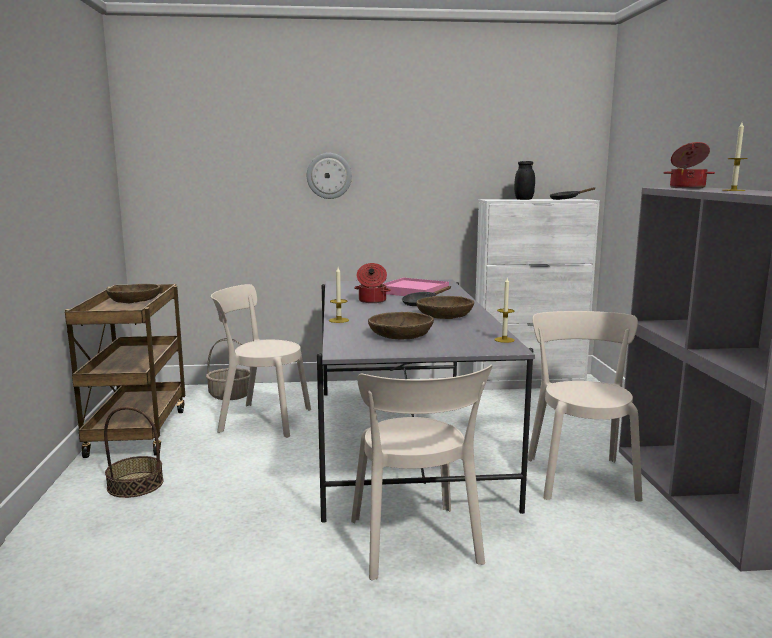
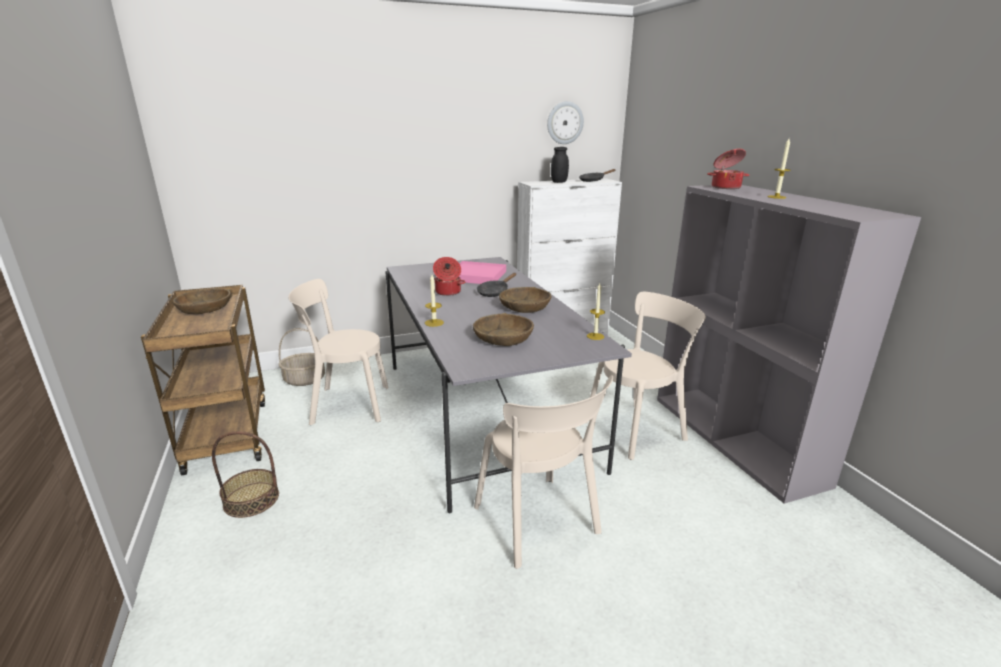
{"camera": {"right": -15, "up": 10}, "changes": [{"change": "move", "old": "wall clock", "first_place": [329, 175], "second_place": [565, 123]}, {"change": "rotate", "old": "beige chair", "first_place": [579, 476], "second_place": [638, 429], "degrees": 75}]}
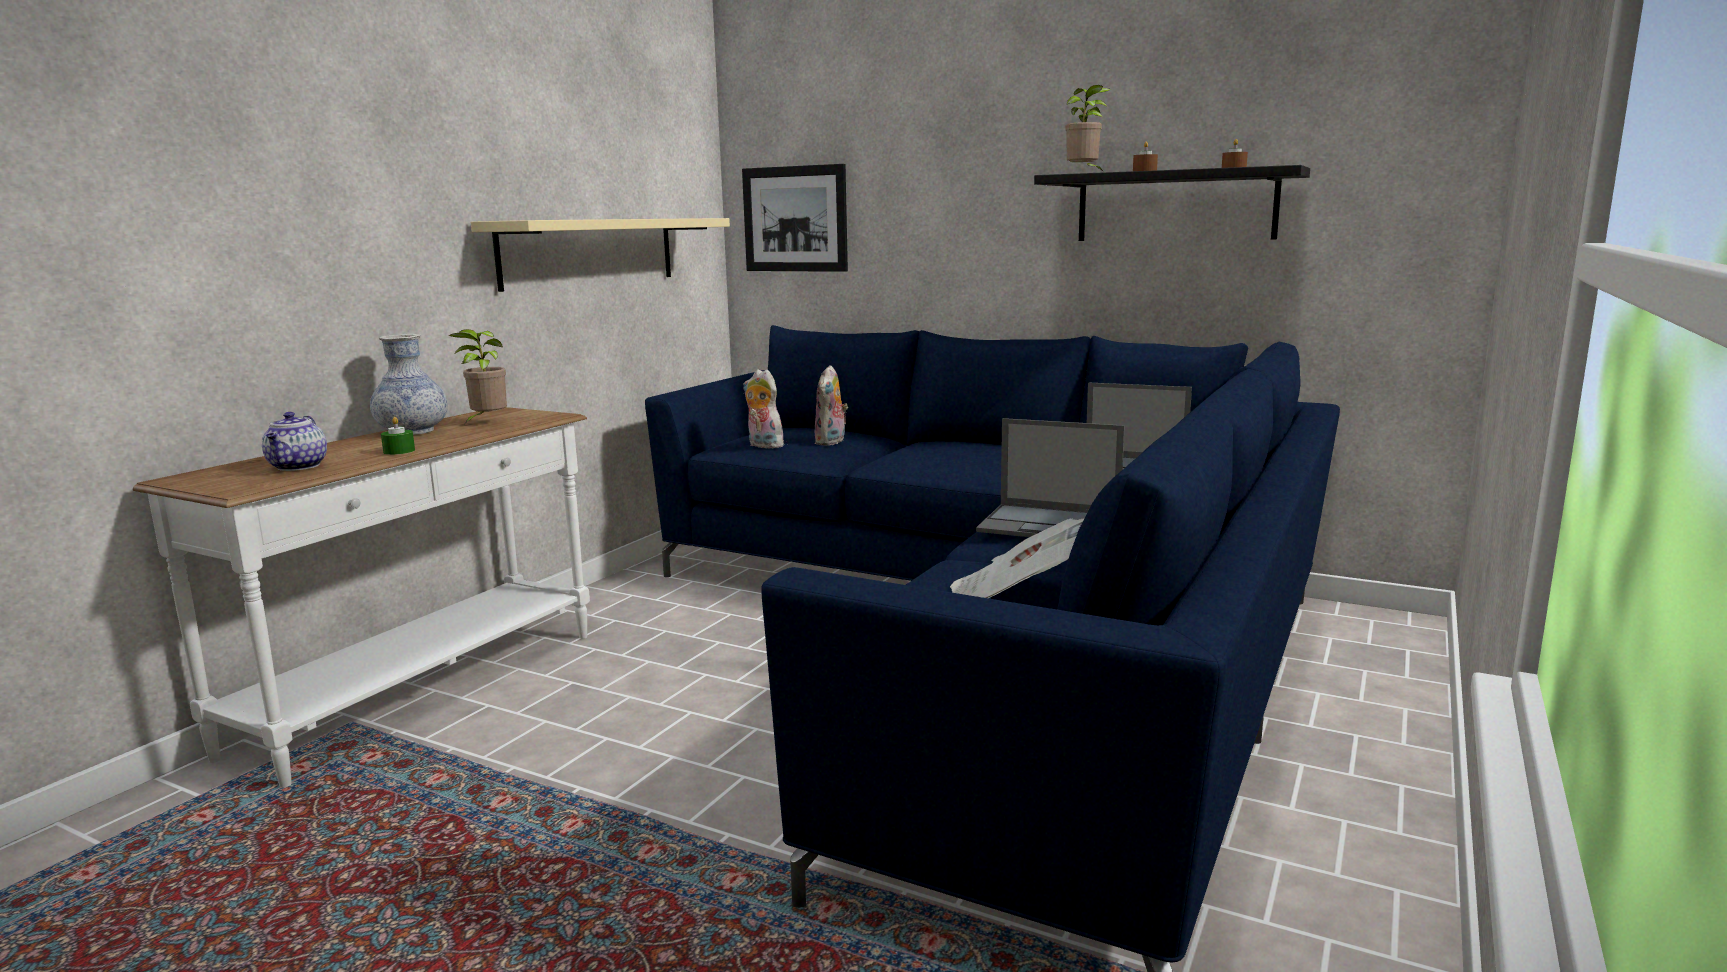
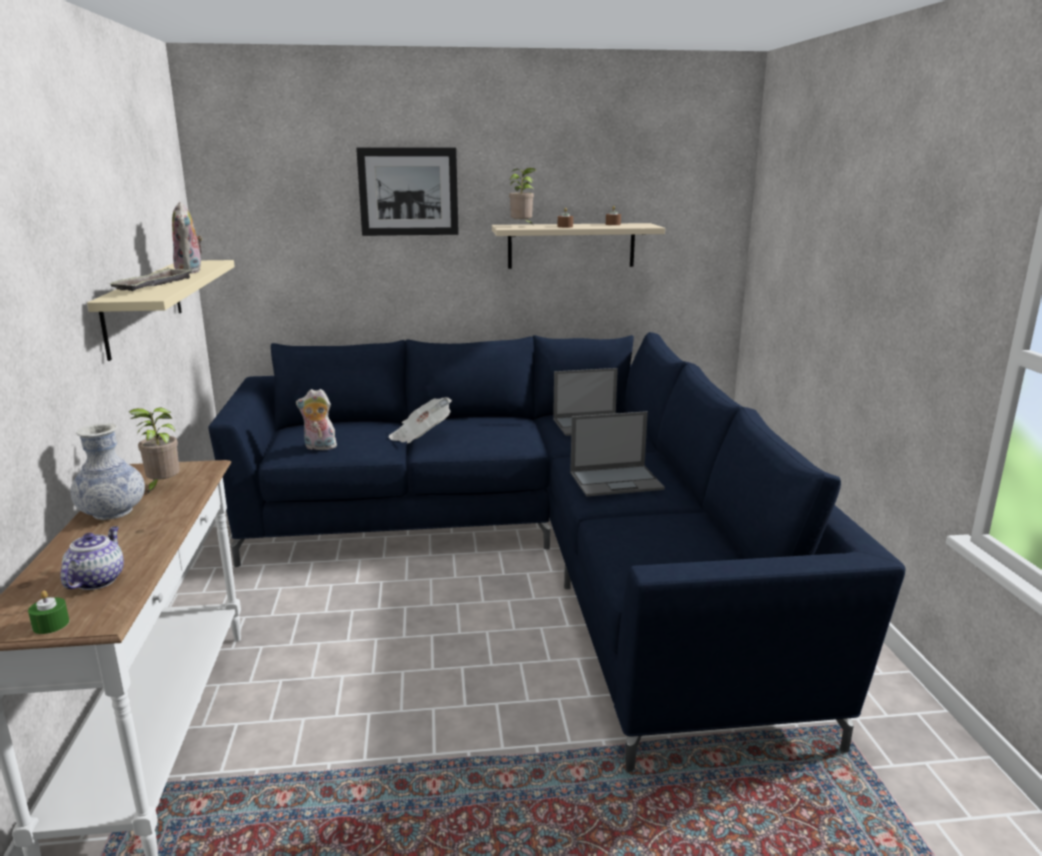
{"camera": {"right": -35, "up": 5}, "changes": [{"change": "rotate", "old": "teapot", "first_place": [298, 467], "second_place": [97, 580], "degrees": -135}, {"change": "move", "old": "green candle", "first_place": [399, 451], "second_place": [51, 624]}, {"change": "move", "old": "picture", "first_place": [795, 219], "second_place": [408, 192]}, {"change": "move", "old": "plush toy", "first_place": [831, 442], "second_place": [191, 271]}, {"change": "move", "old": "newspaper", "first_place": [1017, 597], "second_place": [421, 436]}, {"change": "recolor", "old": "black shelf", "new": "beige shelf", "first_place": [1175, 206], "second_place": [571, 245]}, {"change": "insert", "new": "tray", "second_place": [154, 286]}]}
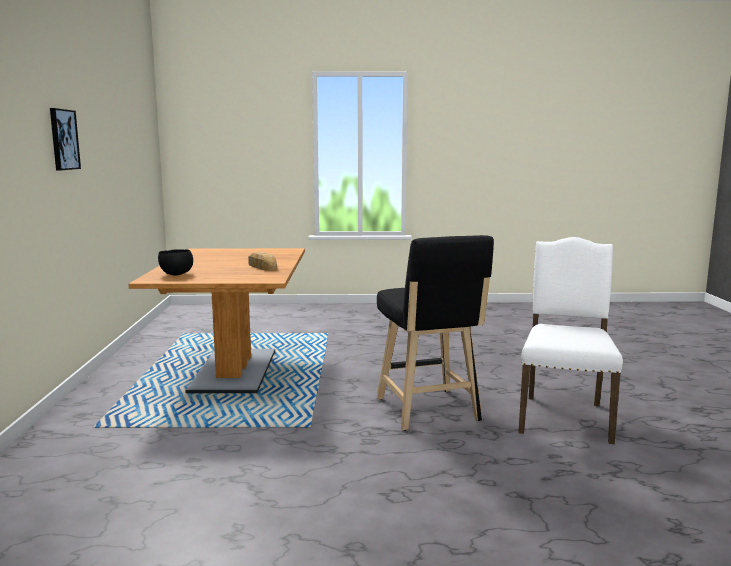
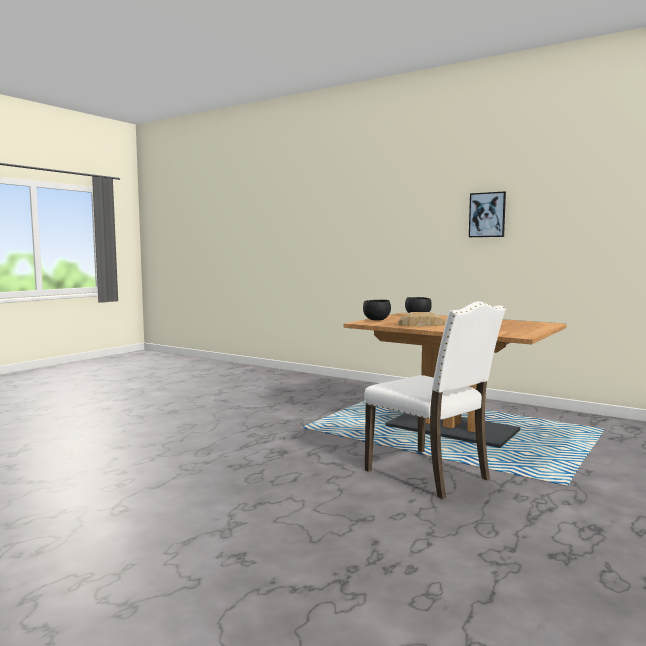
{"camera": {"right": 125, "up": -5}, "changes": [{"change": "delete", "old": "black stool", "first_place": [429, 412]}, {"change": "move", "old": "white chair", "first_place": [564, 417], "second_place": [430, 474]}, {"change": "insert", "new": "black bowl", "second_place": [376, 320]}]}
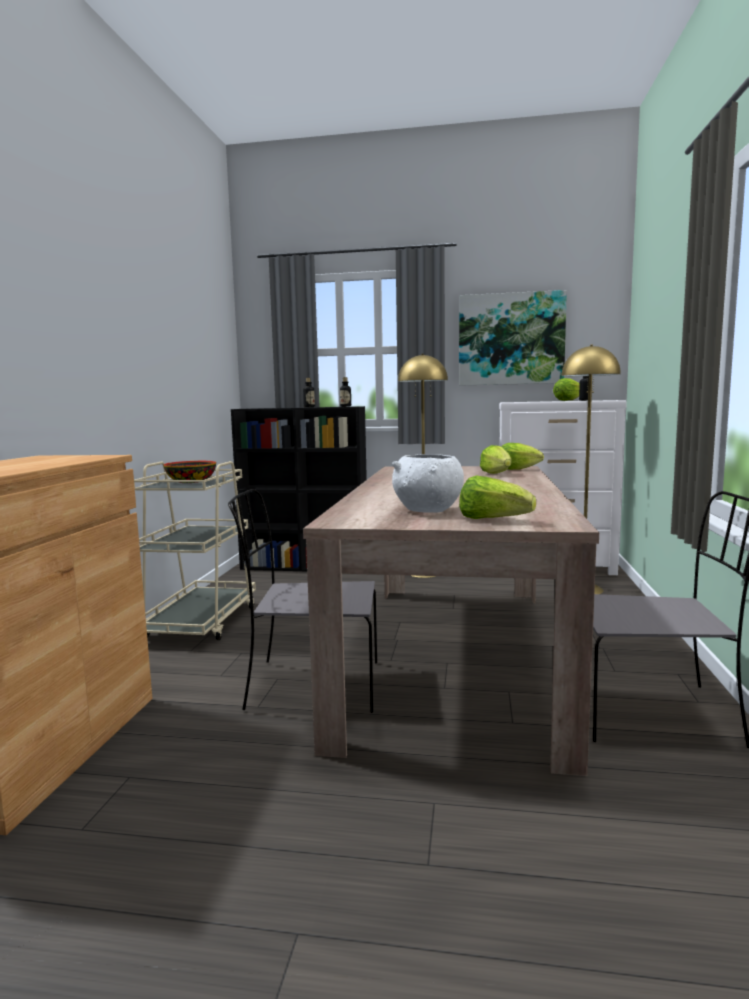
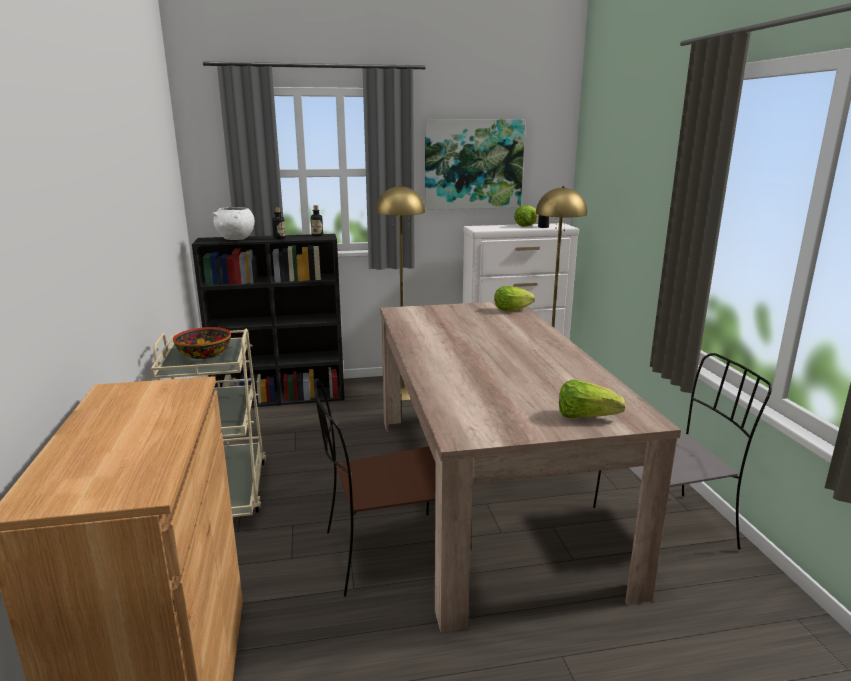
{"camera": {"right": -20, "up": 10}, "changes": [{"change": "recolor", "old": "grey chair", "new": "brown chair", "first_place": [310, 685], "second_place": [386, 553]}, {"change": "move", "old": "white bowl", "first_place": [428, 511], "second_place": [236, 239]}, {"change": "delete", "old": "lettuce", "first_place": [496, 474]}]}
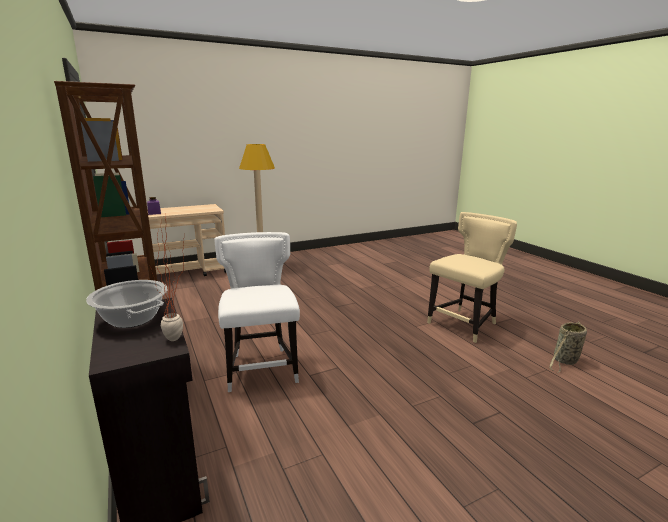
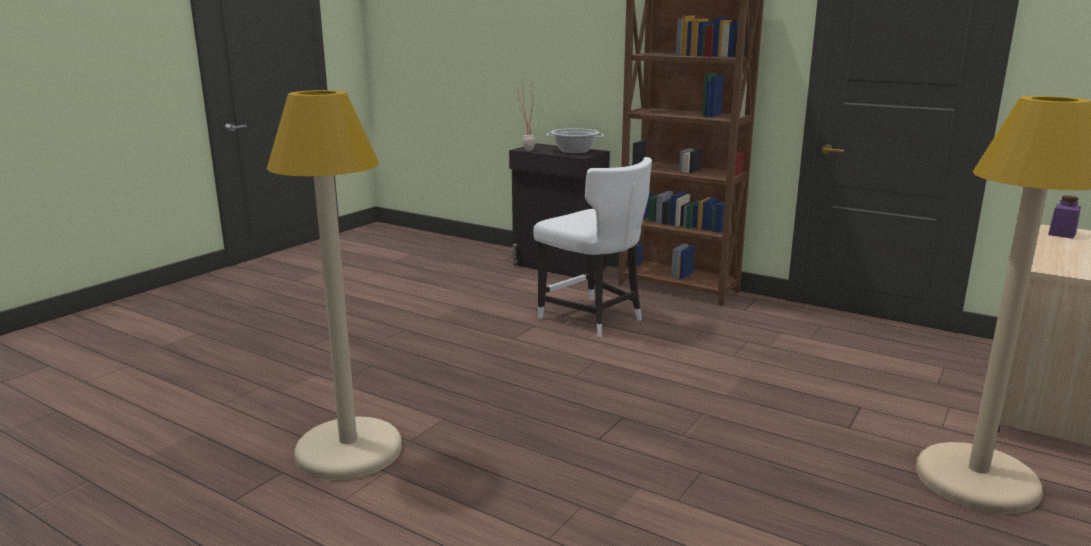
{"camera": {"right": 150, "up": 0}, "changes": [{"change": "replace", "old": "beige chair", "new": "beige floor lamp", "first_place": [464, 324], "second_place": [348, 450]}, {"change": "delete", "old": "basket", "first_place": [564, 361]}]}
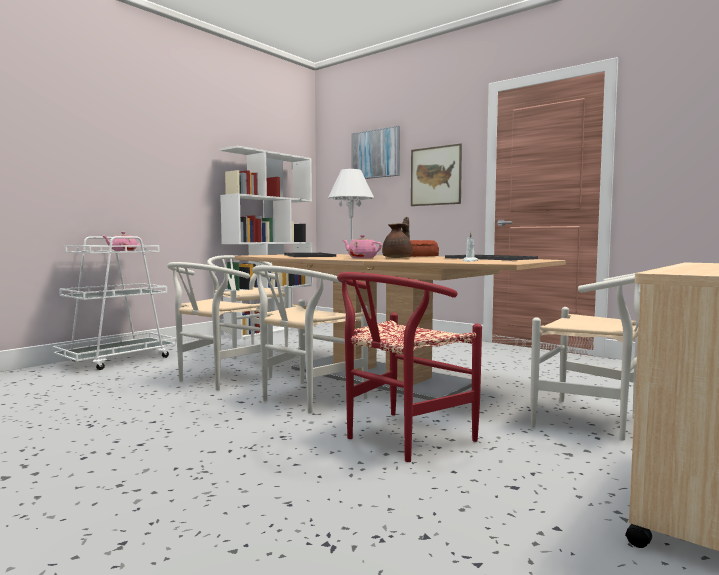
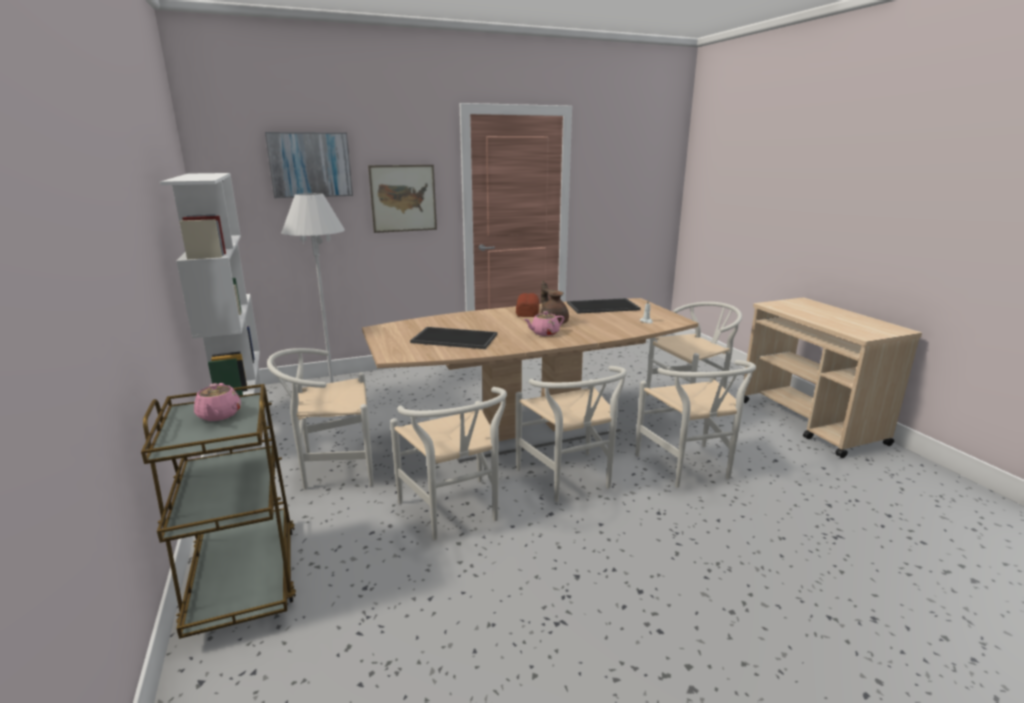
{"camera": {"right": -60, "up": 15}, "changes": [{"change": "recolor", "old": "white cart", "new": "brown cart", "first_place": [118, 359], "second_place": [244, 578]}, {"change": "recolor", "old": "red chair", "new": "white chair", "first_place": [400, 439], "second_place": [689, 469]}]}
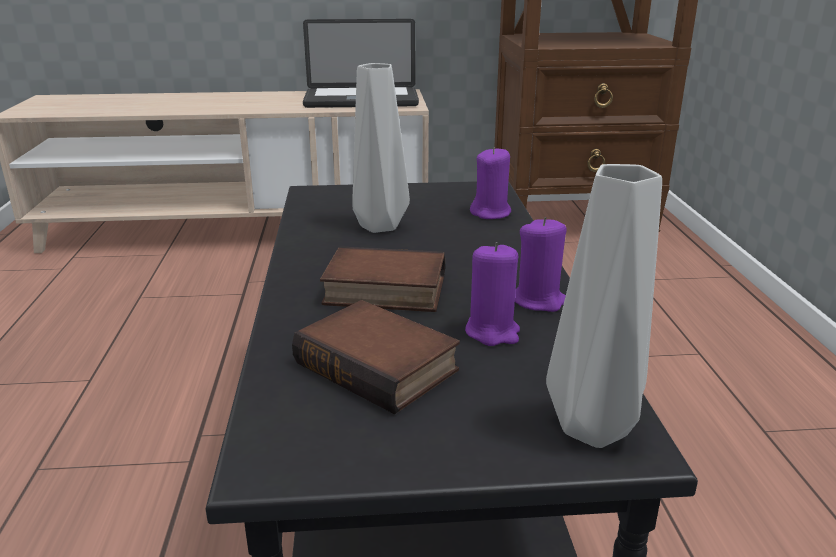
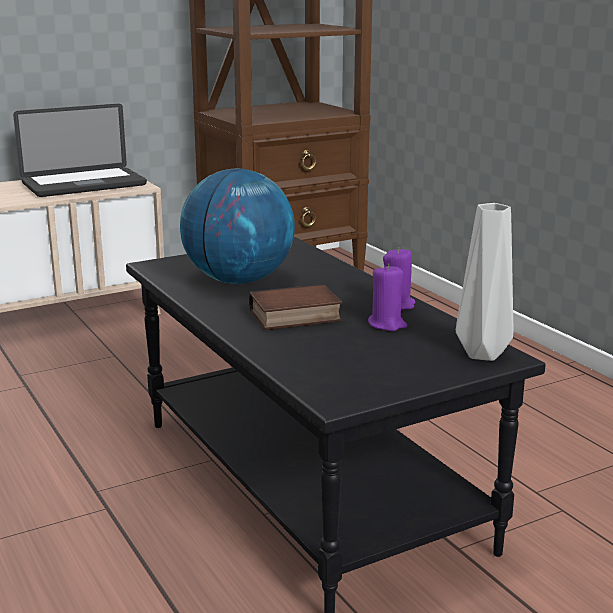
{"camera": {"right": -25, "up": -5}, "changes": [{"change": "delete", "old": "book", "first_place": [381, 366]}, {"change": "replace", "old": "grey vase", "new": "globe", "first_place": [377, 227], "second_place": [239, 280]}, {"change": "delete", "old": "purple candle", "first_place": [491, 213]}]}
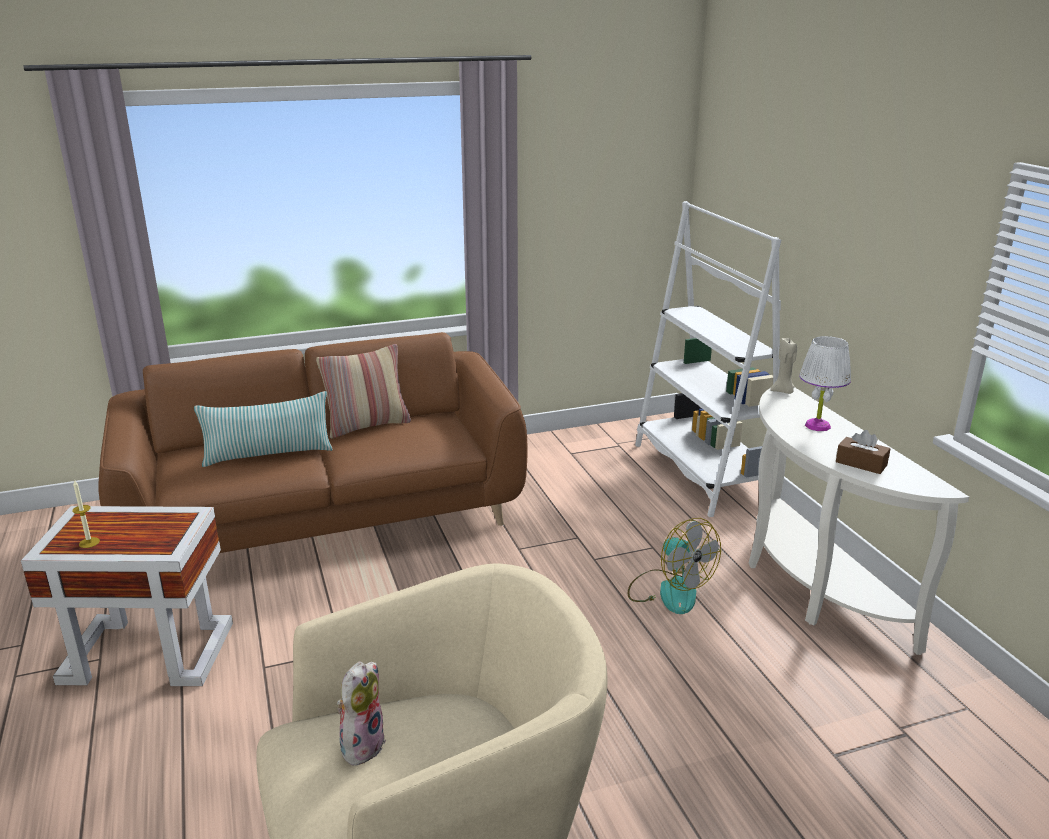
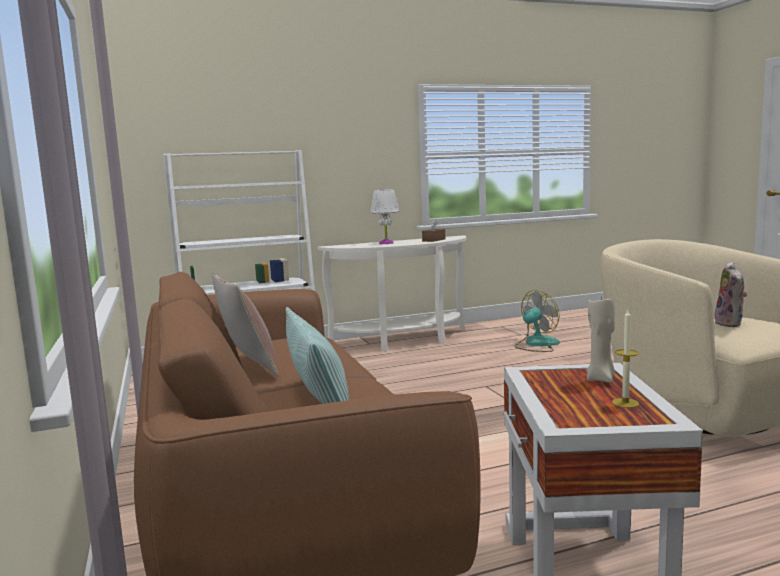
{"camera": {"right": -90, "up": -15}, "changes": [{"change": "rotate", "old": "plush toy", "first_place": [361, 744], "second_place": [730, 324], "degrees": -105}, {"change": "move", "old": "fan", "first_place": [669, 591], "second_place": [536, 344]}, {"change": "move", "old": "beige candle", "first_place": [783, 391], "second_place": [601, 379]}]}
